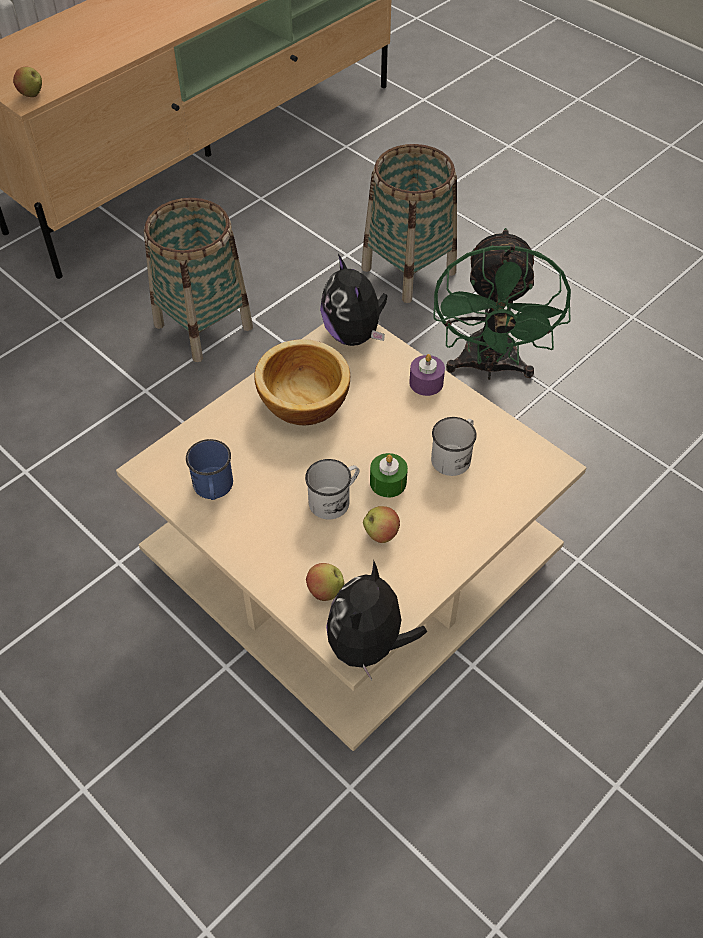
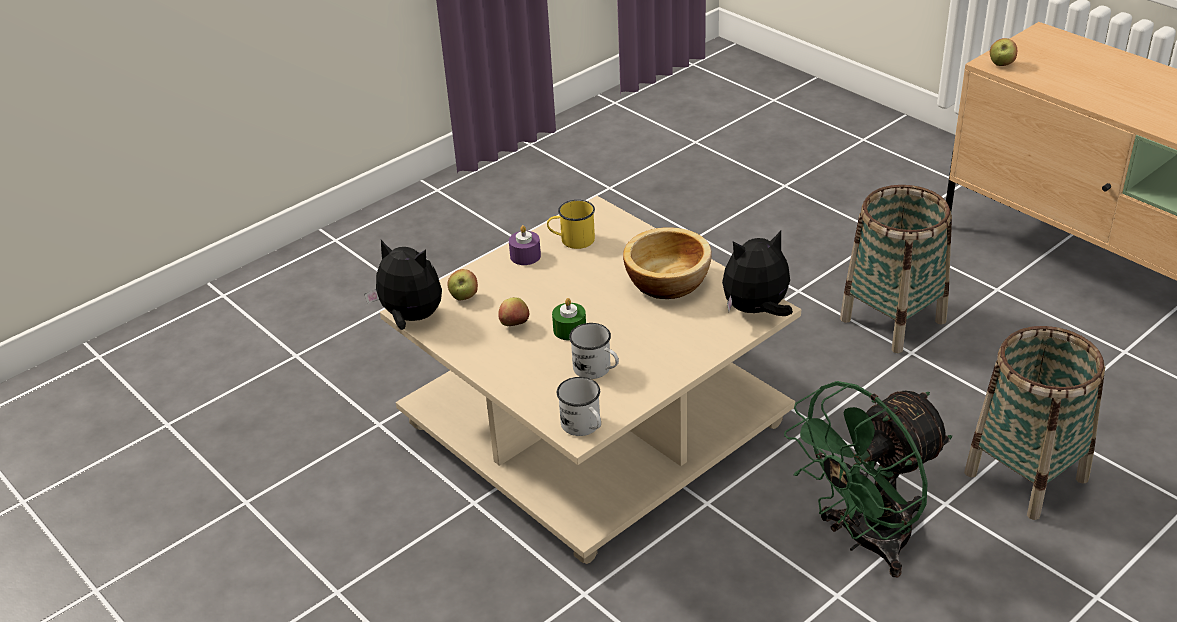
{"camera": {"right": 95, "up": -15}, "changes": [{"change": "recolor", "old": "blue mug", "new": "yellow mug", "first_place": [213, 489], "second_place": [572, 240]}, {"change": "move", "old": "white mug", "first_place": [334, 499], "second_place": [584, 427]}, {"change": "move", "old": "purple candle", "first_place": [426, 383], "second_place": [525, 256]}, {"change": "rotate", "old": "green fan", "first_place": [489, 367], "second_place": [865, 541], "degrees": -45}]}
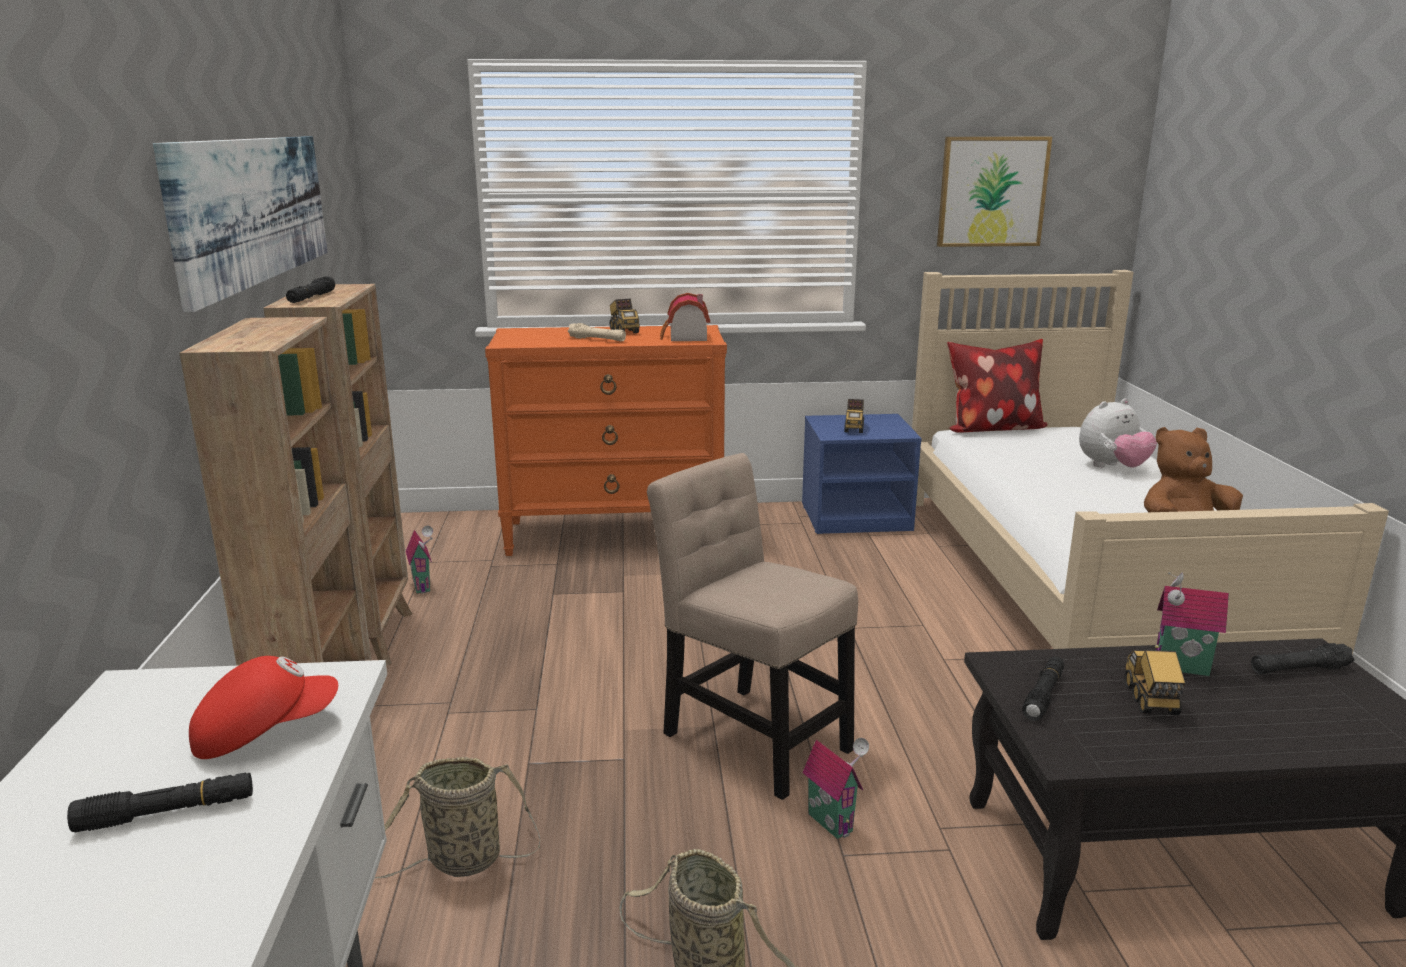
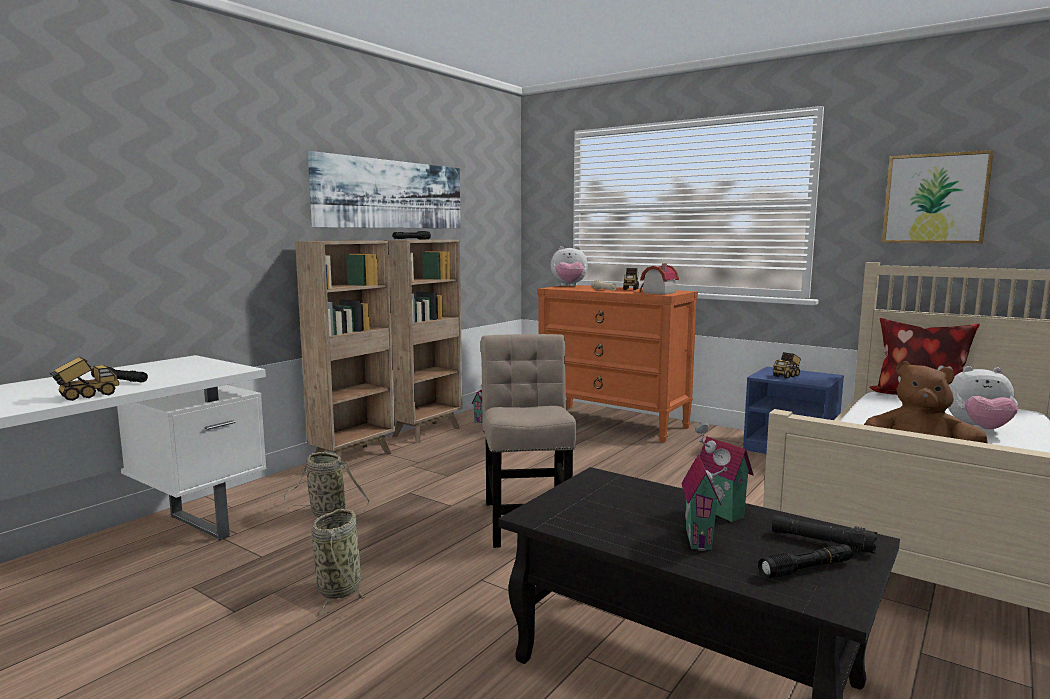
{"camera": {"right": 40, "up": -10}, "changes": [{"change": "delete", "old": "red cap", "first_place": [264, 731]}, {"change": "move", "old": "toy house", "first_place": [833, 821], "second_place": [701, 539]}, {"change": "move", "old": "black flashlight", "first_place": [1043, 695], "second_place": [806, 569]}, {"change": "move", "old": "toy truck", "first_place": [1151, 701], "second_place": [86, 396]}, {"change": "insert", "new": "plush toy", "second_place": [569, 286]}]}
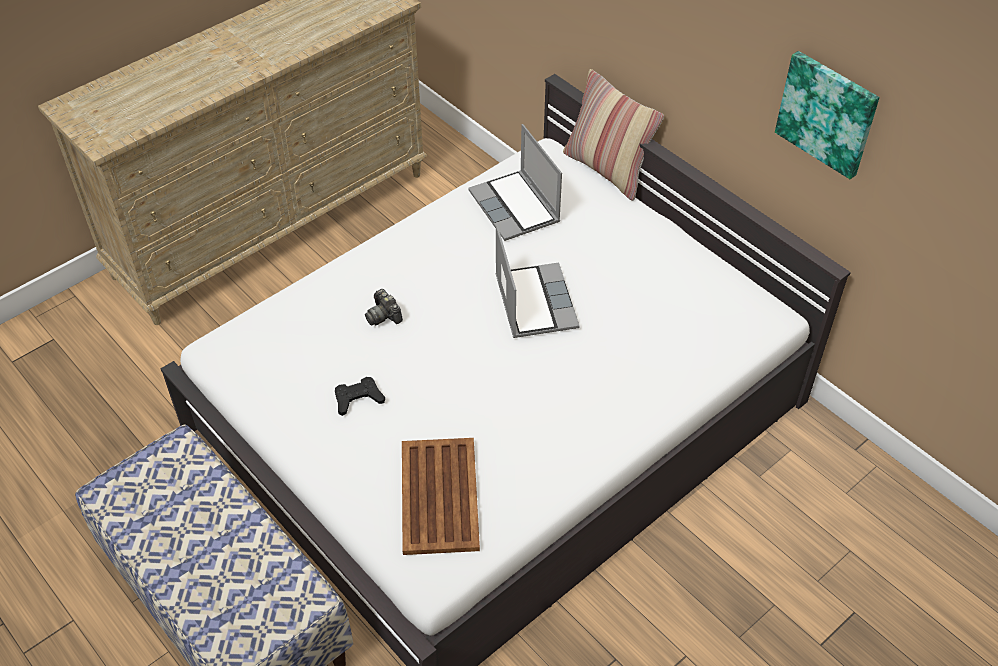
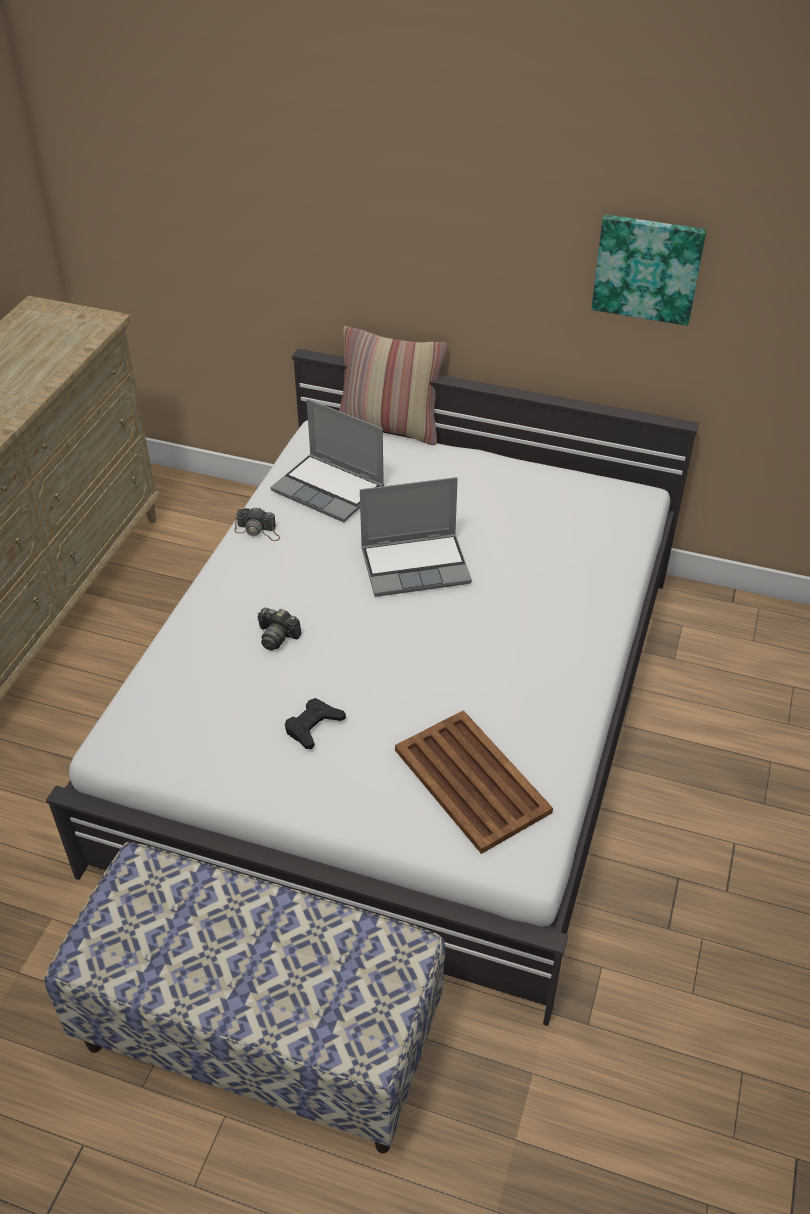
{"camera": {"right": -30, "up": -5}, "changes": [{"change": "rotate", "old": "laptop", "first_place": [534, 301], "second_place": [416, 565], "degrees": 120}, {"change": "insert", "new": "photo camera", "second_place": [258, 531]}]}
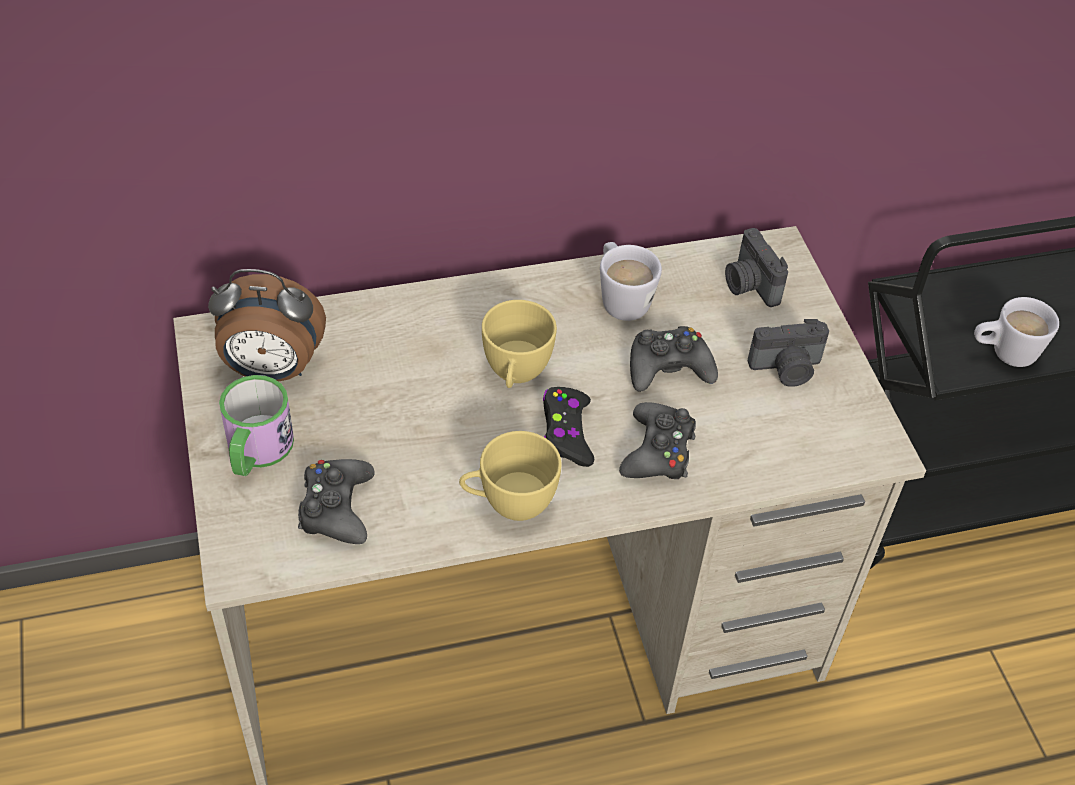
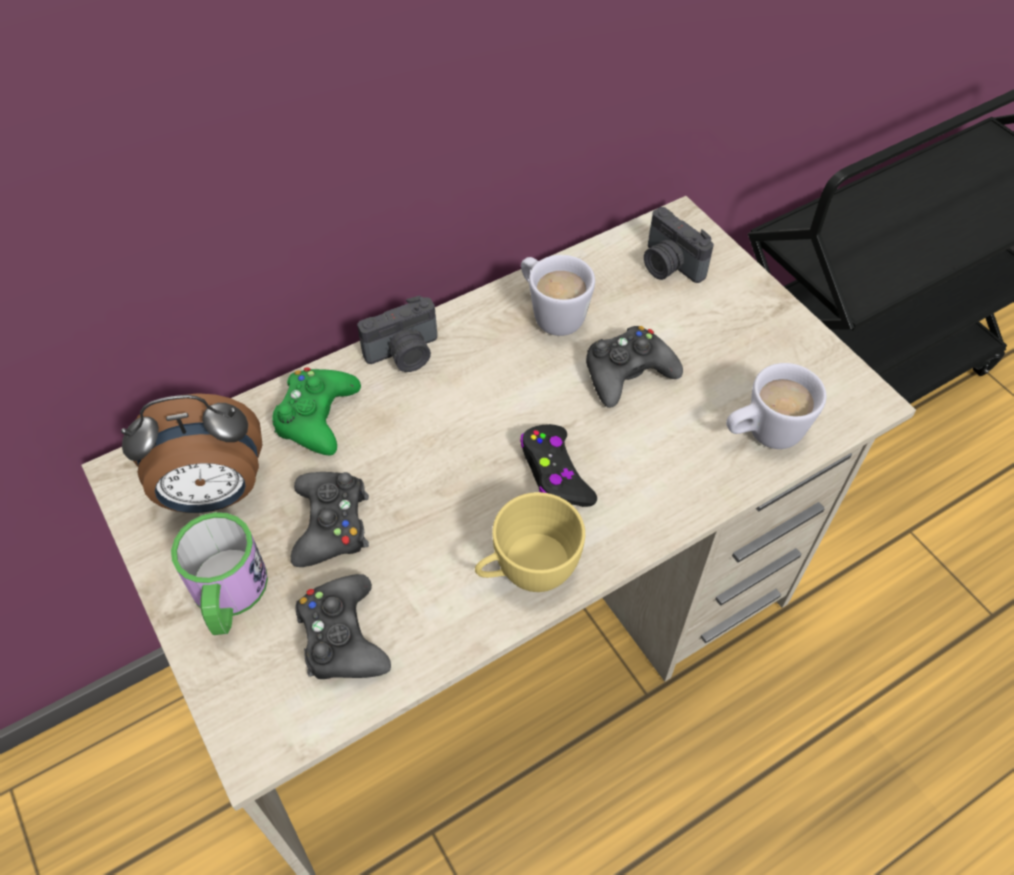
{"camera": {"right": -15, "up": 5}, "changes": [{"change": "delete", "old": "yellow cup", "first_place": [515, 375]}, {"change": "move", "old": "black game controller", "first_place": [658, 451], "second_place": [331, 524]}, {"change": "move", "old": "photo camera", "first_place": [786, 369], "second_place": [405, 354]}, {"change": "move", "old": "white mug", "first_place": [1003, 354], "second_place": [762, 434]}, {"change": "insert", "new": "green game controller", "second_place": [317, 417]}]}
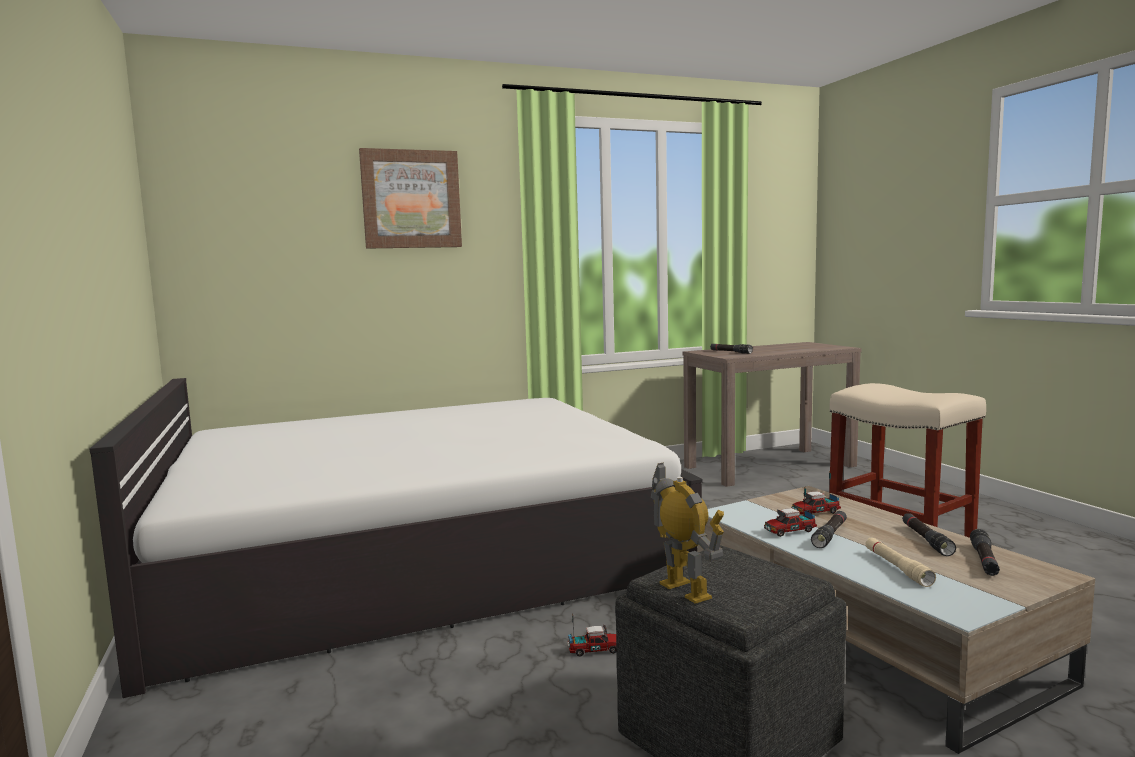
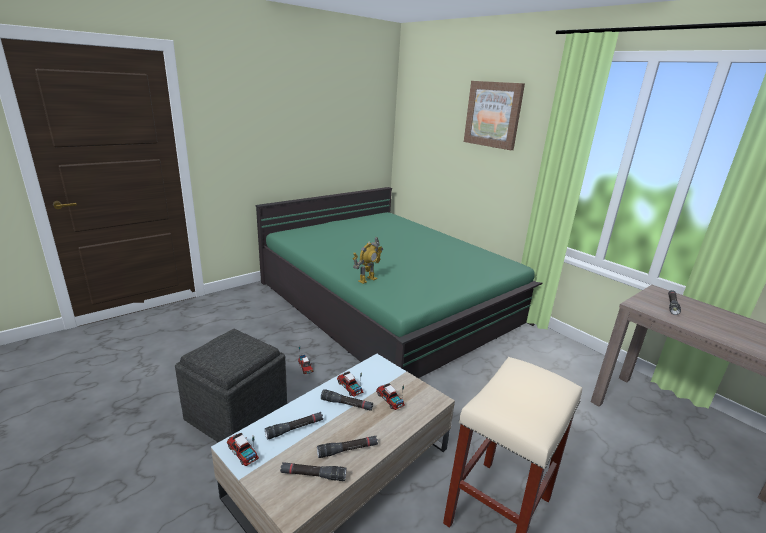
{"camera": {"right": 70, "up": 15}, "changes": [{"change": "recolor", "old": "white bed", "new": "green bed", "first_place": [414, 552], "second_place": [389, 302]}, {"change": "move", "old": "toy robot", "first_place": [685, 590], "second_place": [367, 279]}, {"change": "recolor", "old": "beige flashlight", "new": "black flashlight", "first_place": [897, 568], "second_place": [295, 428]}, {"change": "insert", "new": "toy truck", "second_place": [242, 452]}]}
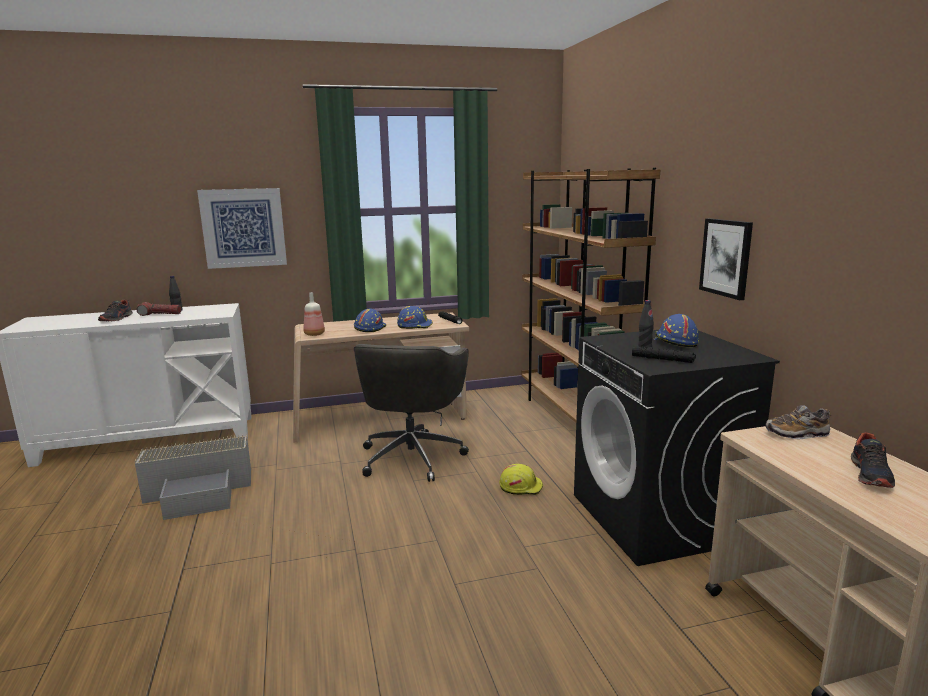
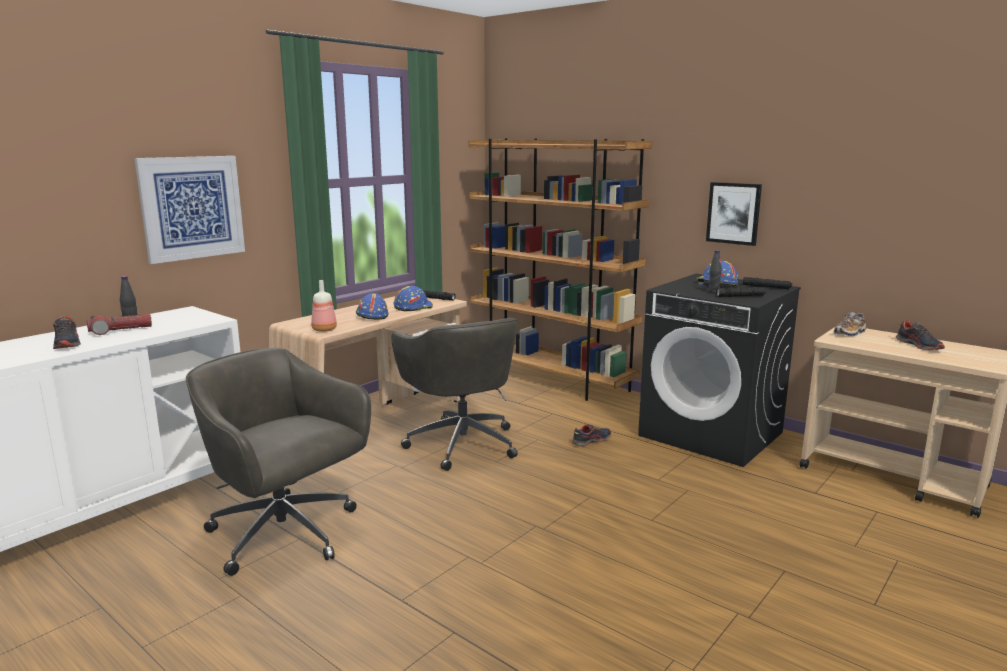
{"camera": {"right": -35, "up": 0}, "changes": [{"change": "replace", "old": "grey storage box", "new": "grey office chair", "first_place": [200, 490], "second_place": [286, 534]}, {"change": "replace", "old": "yellow hard hat", "new": "shoe", "first_place": [521, 487], "second_place": [591, 440]}, {"change": "insert", "new": "black flashlight", "second_place": [766, 287]}]}
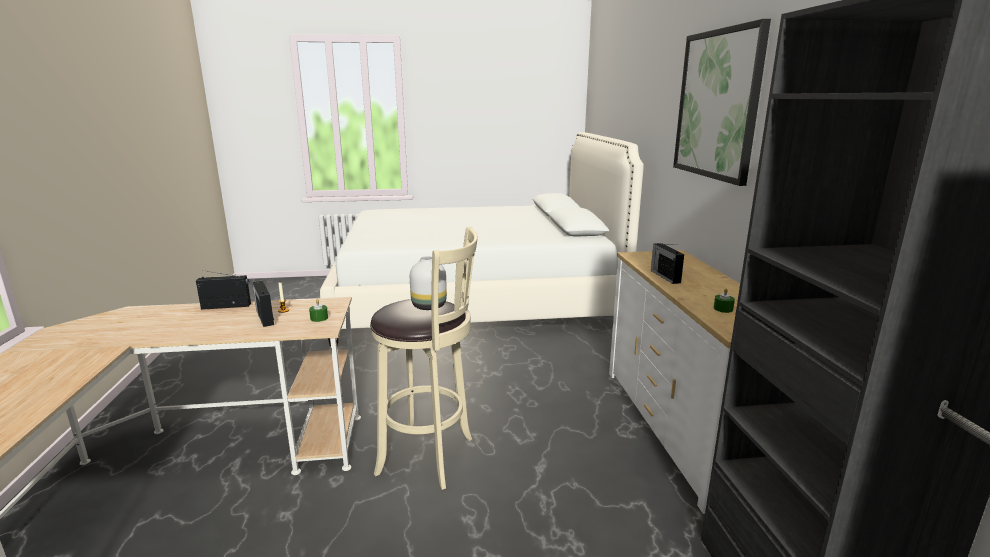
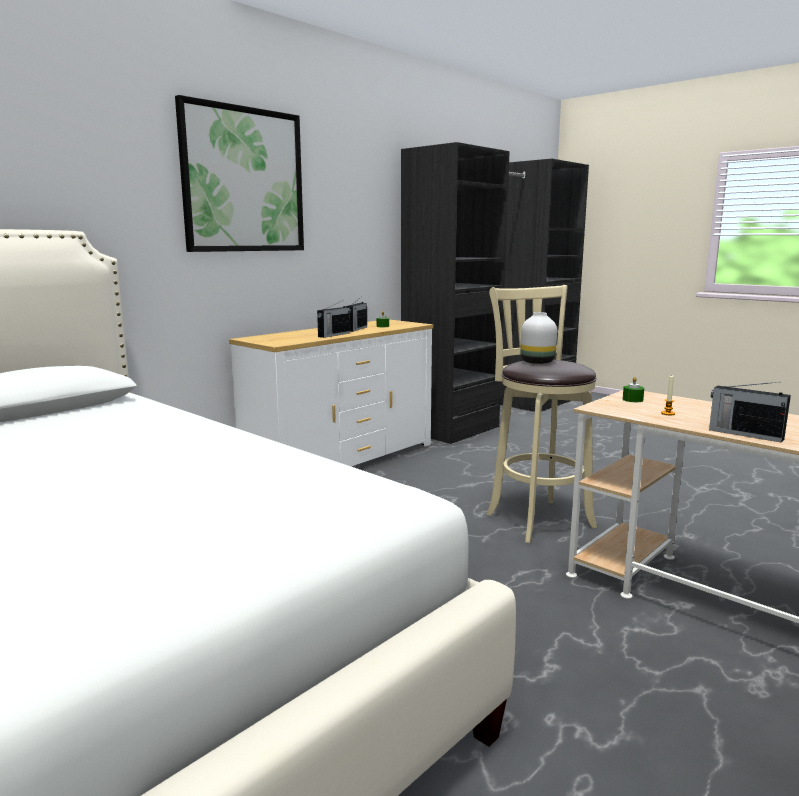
{"camera": {"right": -130, "up": -5}, "changes": [{"change": "move", "old": "radio", "first_place": [265, 317], "second_place": [356, 329]}]}
